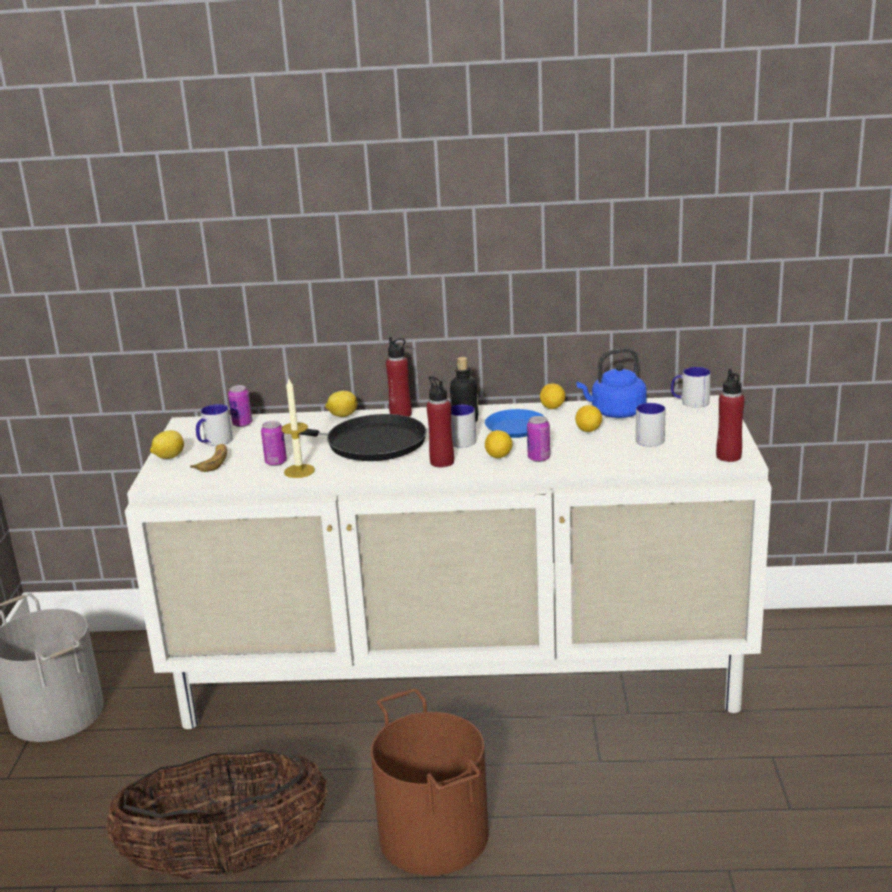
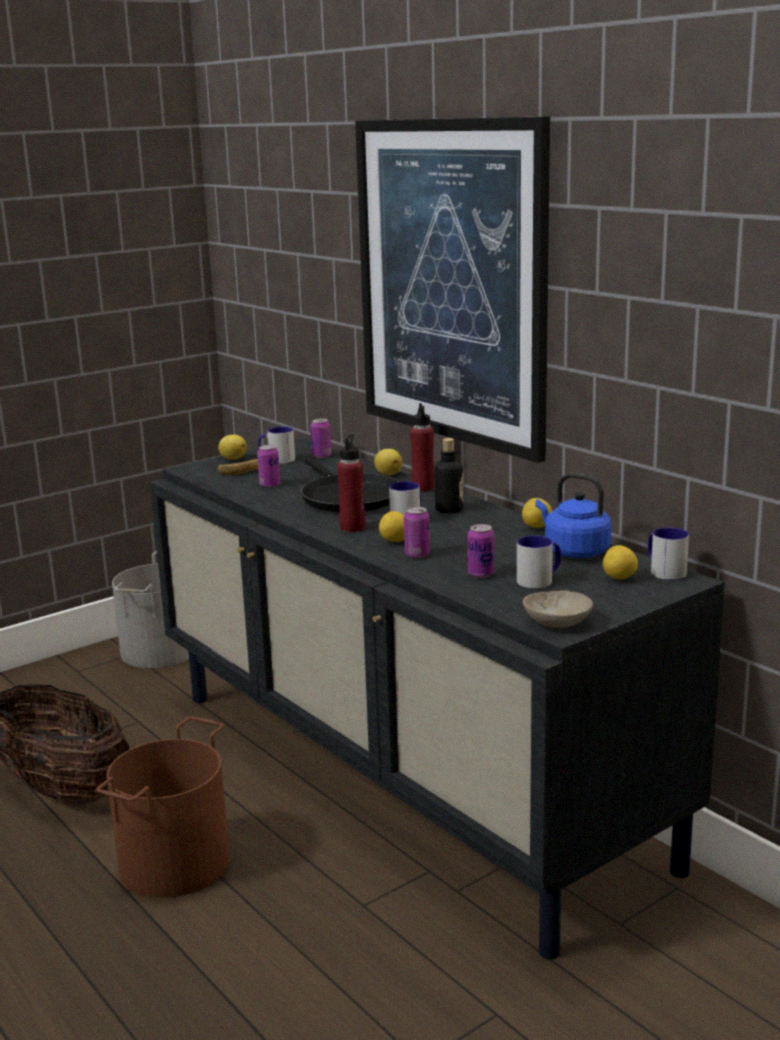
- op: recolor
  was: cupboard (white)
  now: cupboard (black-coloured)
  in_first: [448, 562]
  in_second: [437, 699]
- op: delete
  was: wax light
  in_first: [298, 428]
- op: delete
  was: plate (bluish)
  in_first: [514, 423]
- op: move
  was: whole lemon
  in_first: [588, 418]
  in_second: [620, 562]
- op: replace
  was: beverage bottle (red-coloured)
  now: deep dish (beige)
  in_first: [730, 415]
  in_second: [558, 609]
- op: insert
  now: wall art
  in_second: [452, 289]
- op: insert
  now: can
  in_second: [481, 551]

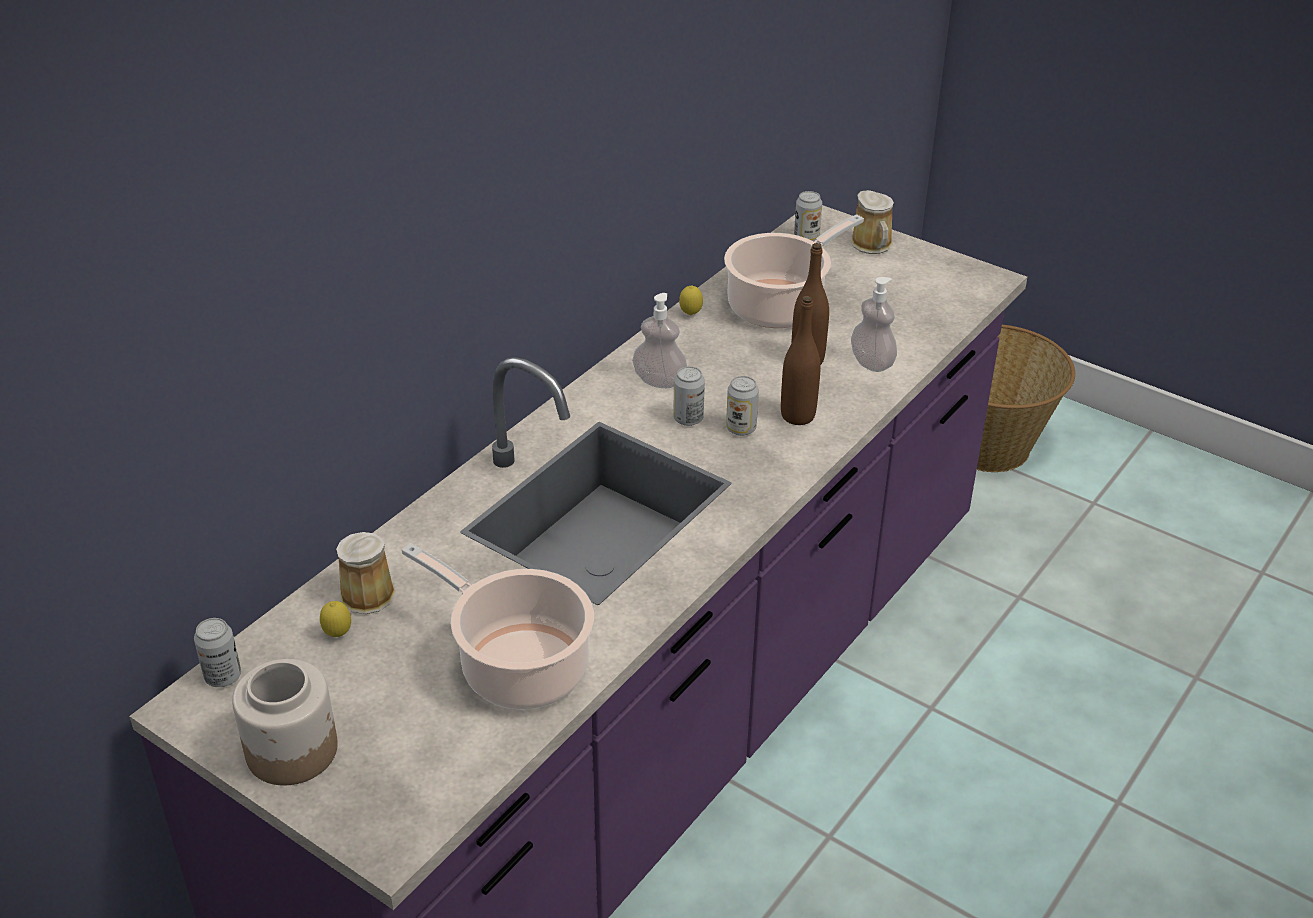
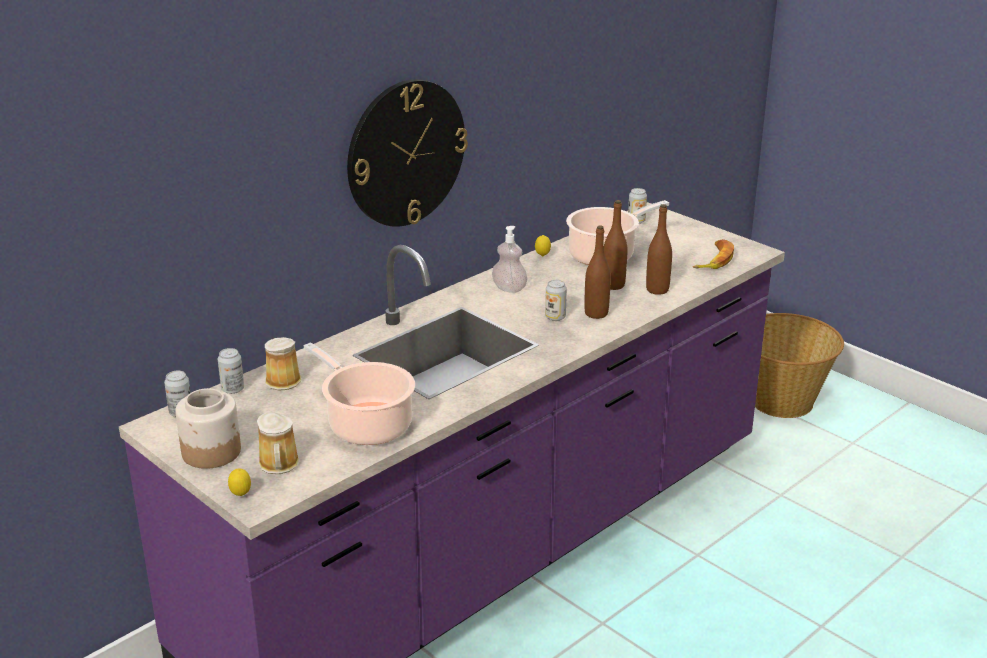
- op: move
  was: whole lemon
  in_first: [335, 619]
  in_second: [239, 482]
- op: move
  was: can
  in_first: [689, 396]
  in_second: [231, 371]
- op: move
  was: tea mug
  in_first: [872, 222]
  in_second: [278, 443]
- op: replace
  was: liquid soap bottle
  now: beverage bottle (brown)
  in_first: [874, 324]
  in_second: [659, 249]
- op: insert
  now: hanging clock
  in_second: [407, 153]
- op: insert
  now: banana
  in_second: [713, 254]

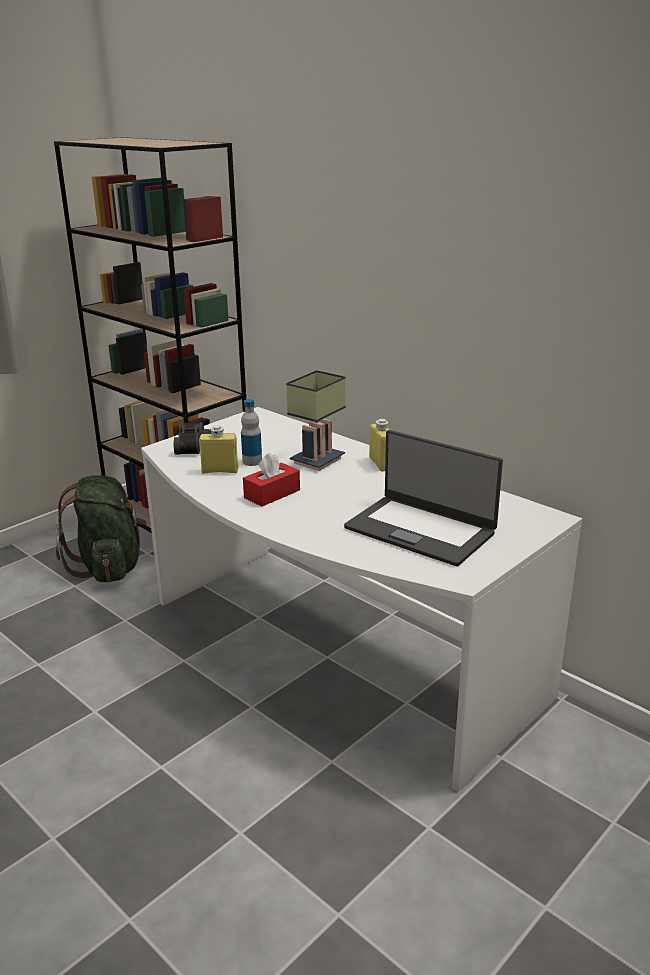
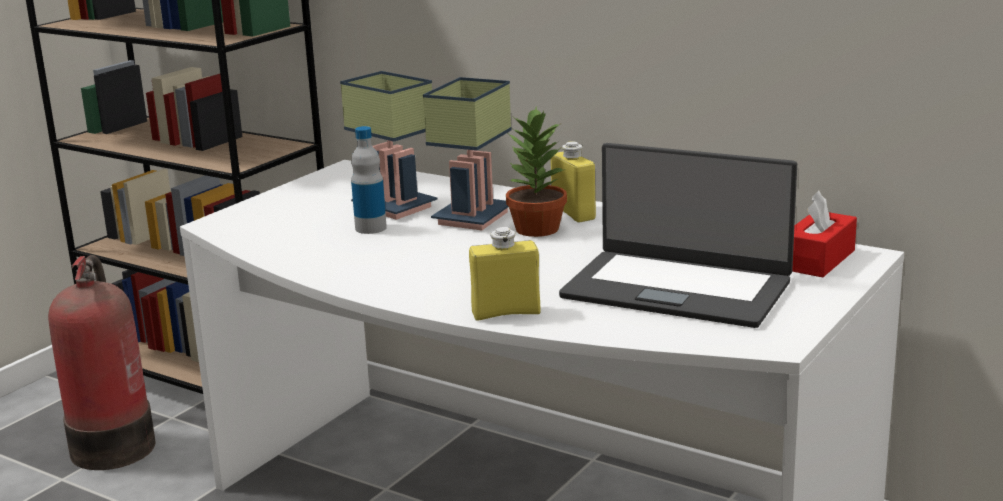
- op: replace
  was: backpack (greenish)
  now: fire extinguisher
  in_first: [101, 529]
  in_second: [101, 362]
- op: delete
  was: binoculars (black-coloured)
  in_first: [193, 438]
- op: move
  was: beverage bottle (yellow-coloured)
  in_first: [218, 449]
  in_second: [504, 274]
- op: move
  was: box of tissues (red-coloured)
  in_first: [271, 480]
  in_second: [824, 234]
- op: insert
  now: lamp for a table
  in_second: [388, 145]
- op: insert
  now: houseplant
  in_second: [536, 171]

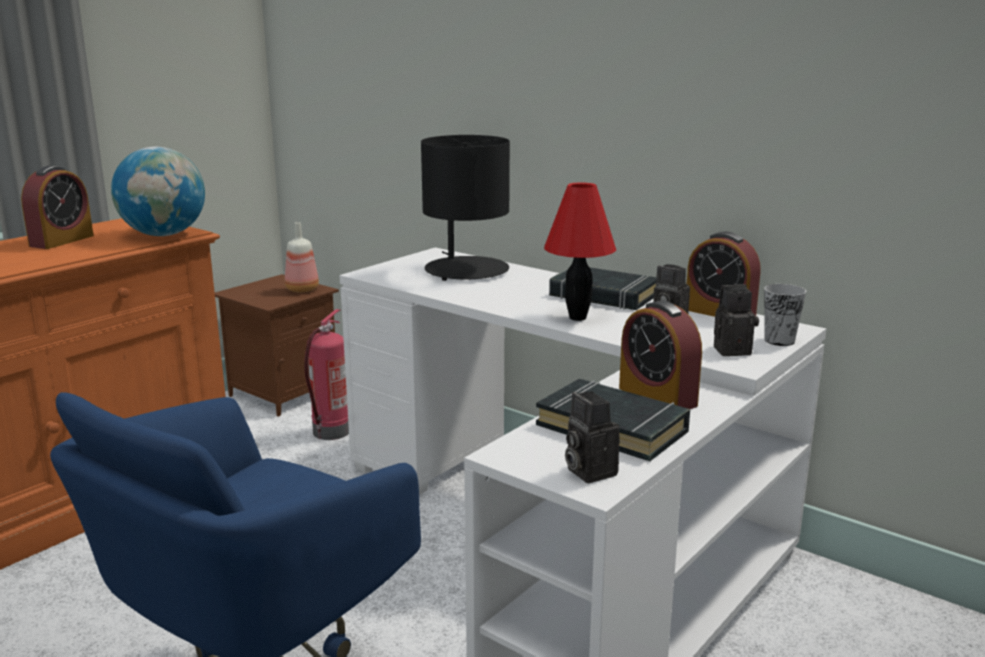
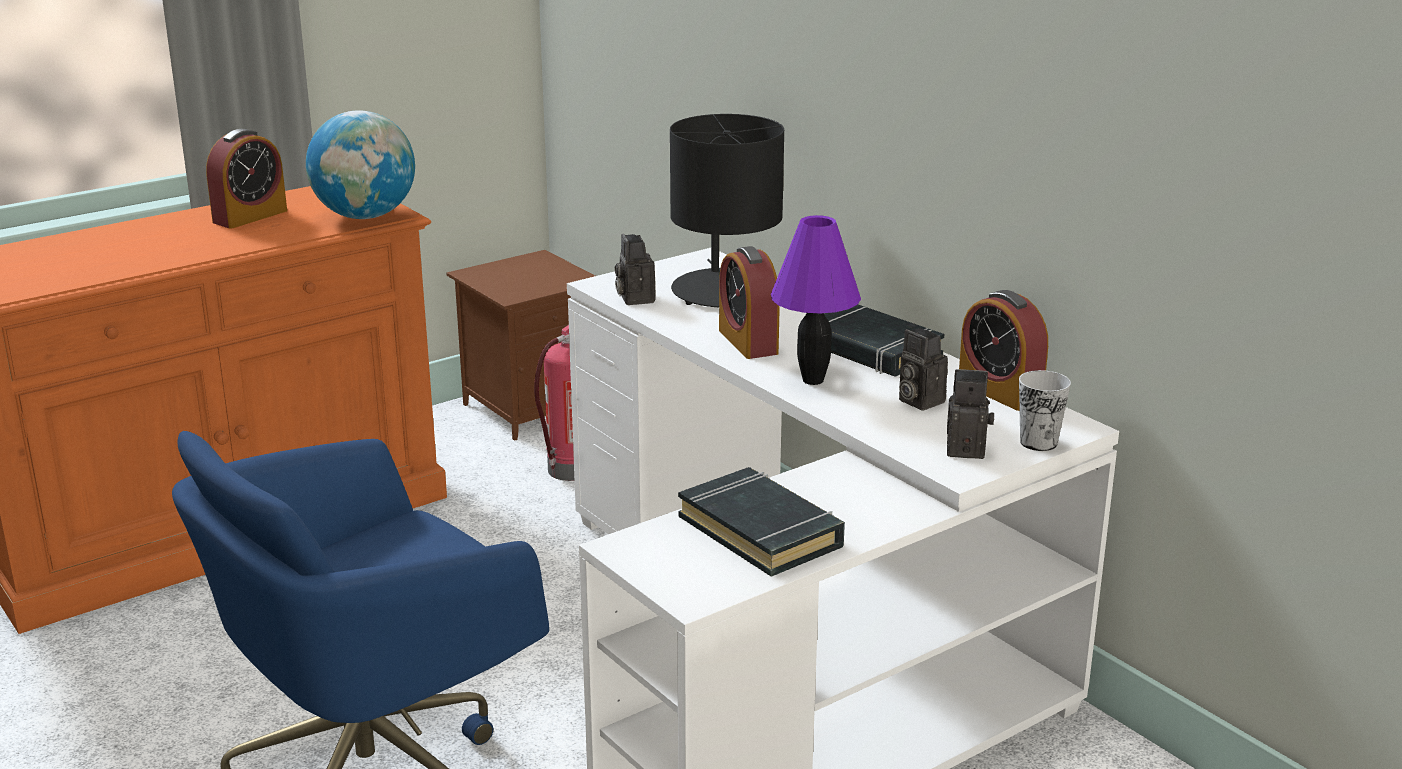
- op: delete
  was: beverage bottle
  in_first: [302, 257]
- op: recolor
  was: lamp for a table (red-coloured)
  now: lamp for a table (purple-coloured)
  in_first: [580, 251]
  in_second: [816, 300]
- op: move
  was: still camera
  in_first: [592, 437]
  in_second: [635, 269]
- op: move
  was: bedside clock
  in_first: [660, 355]
  in_second: [749, 302]

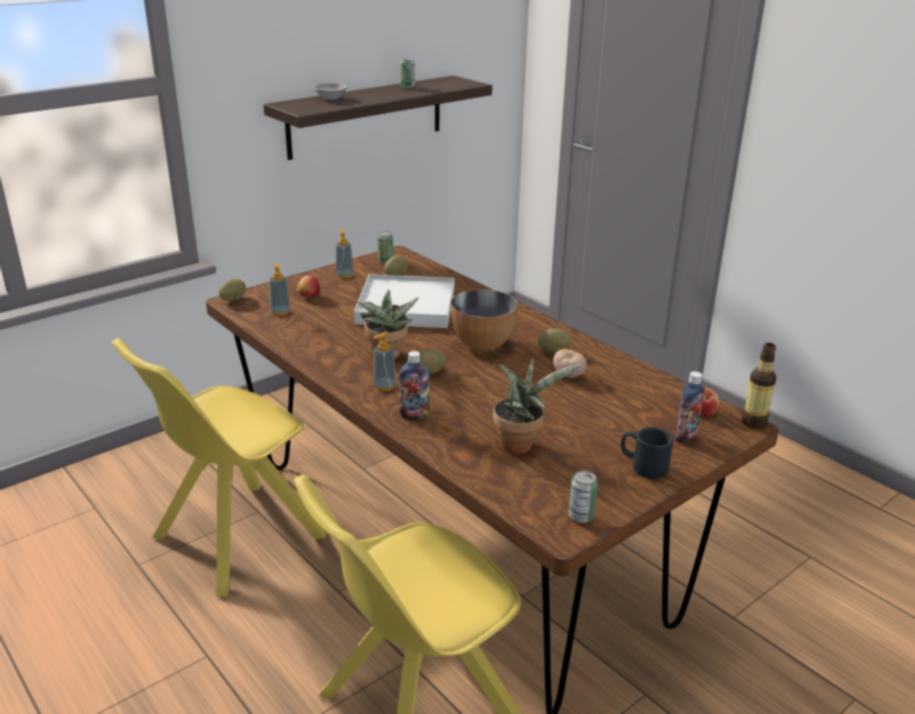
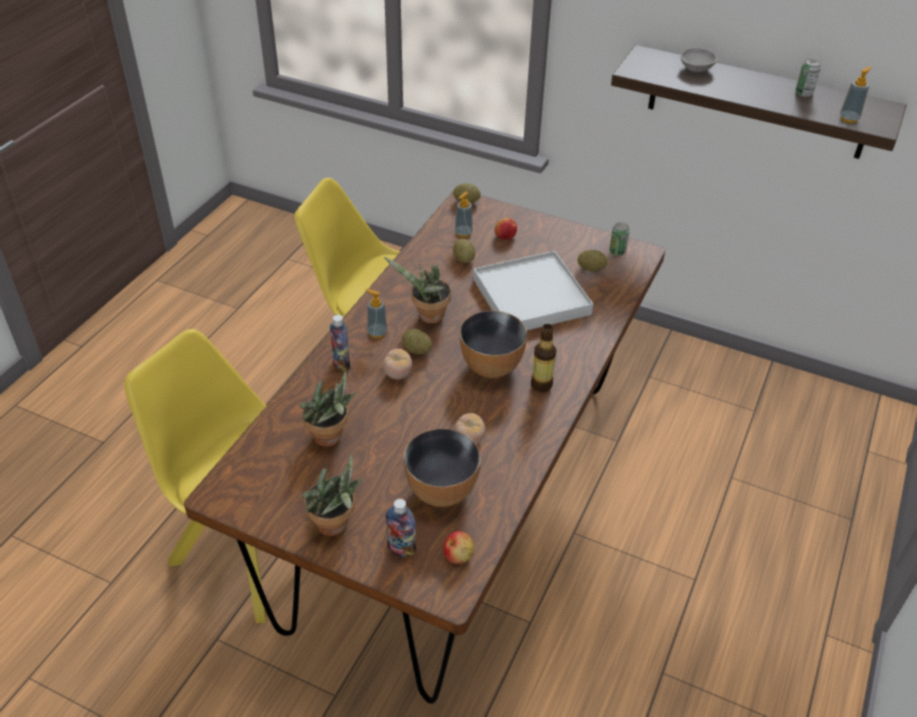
- op: move
  was: liquid soap bottle
  in_first: [345, 253]
  in_second: [856, 95]
- op: move
  was: potato
  in_first: [555, 340]
  in_second: [464, 251]
- op: delete
  was: can
  in_first: [583, 497]
- op: replace
  was: tea mug (black-coloured)
  now: houseplant
  in_first: [647, 453]
  in_second: [332, 494]
- op: move
  was: beverage bottle
  in_first: [759, 386]
  in_second: [543, 358]
- op: insert
  now: whole tomato
  in_second: [397, 364]
- op: insert
  now: deep dish
  in_second: [442, 467]

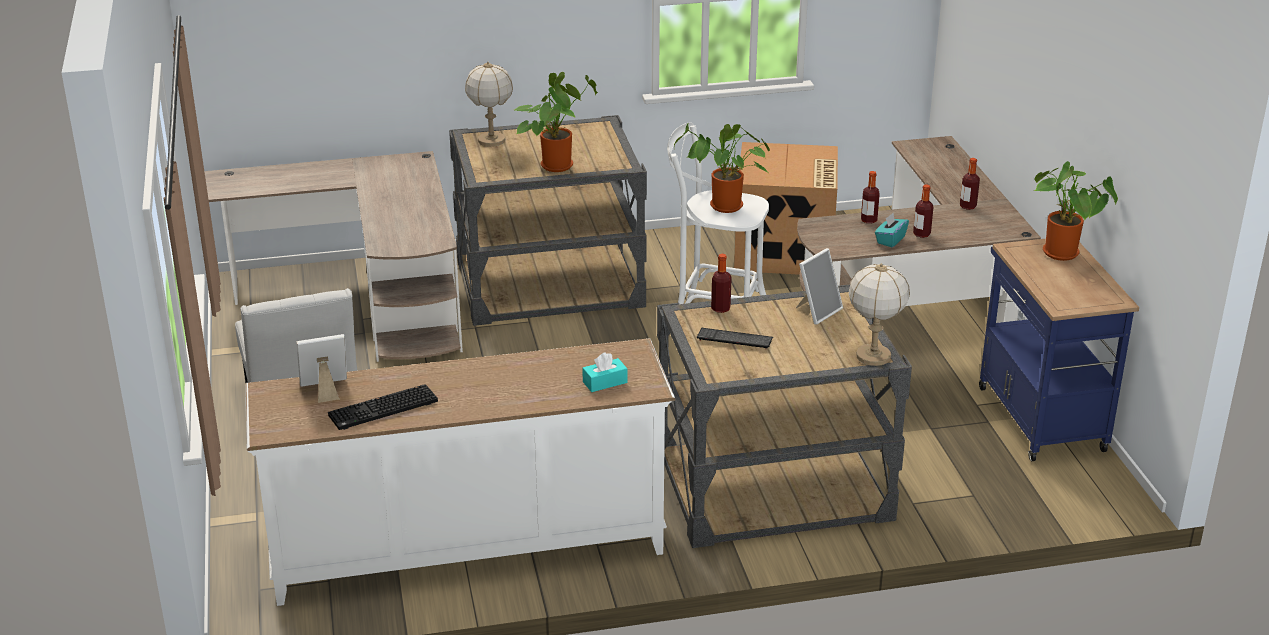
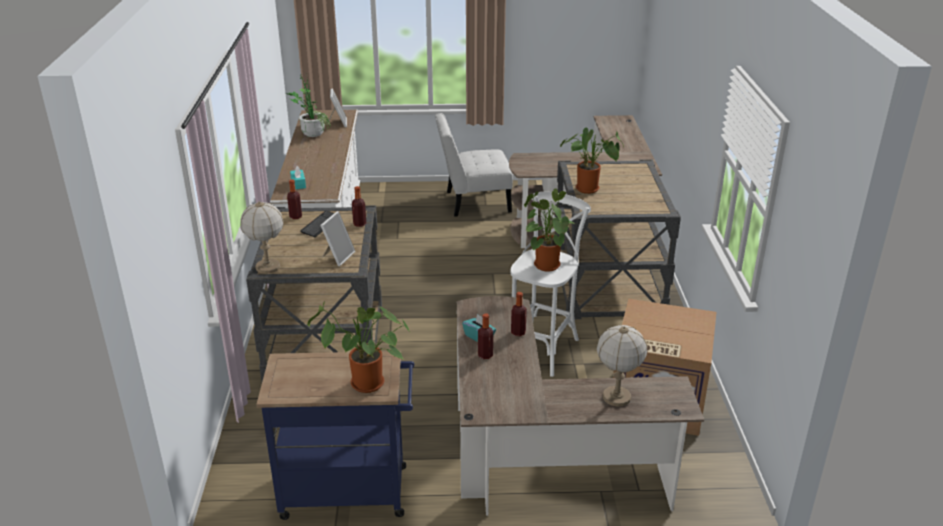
- op: replace
  was: keyboard
  now: houseplant
  in_first: [383, 407]
  in_second: [308, 105]
- op: move
  was: lamp for a table
  in_first: [489, 104]
  in_second: [622, 366]
- op: rotate
  was: standing frame
  in_first: [819, 286]
  in_second: [338, 238]
  clockwise: -120
- op: move
  was: beverage bottle
  in_first: [970, 184]
  in_second: [294, 199]

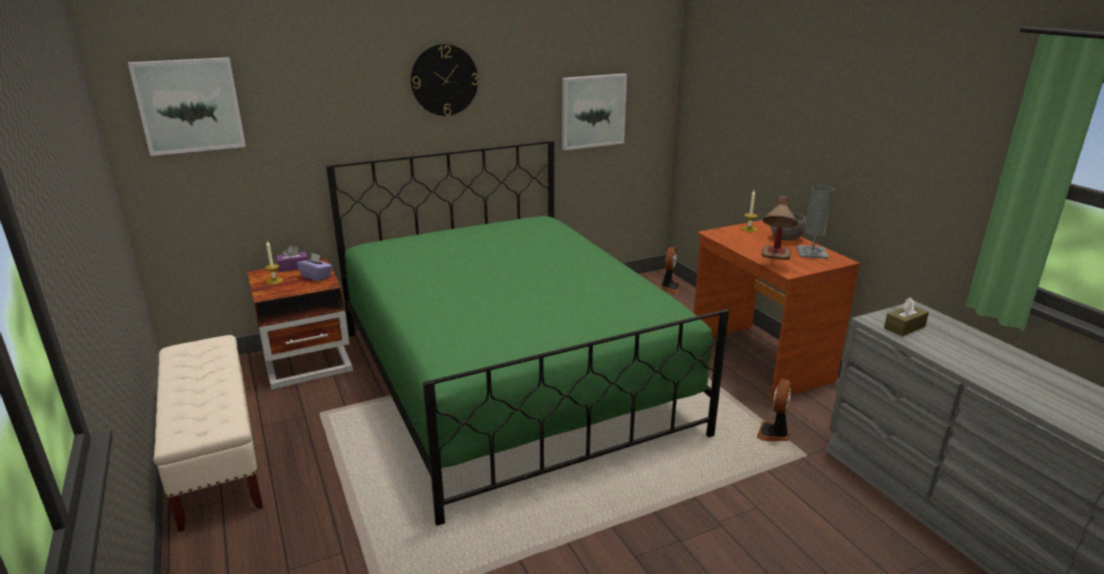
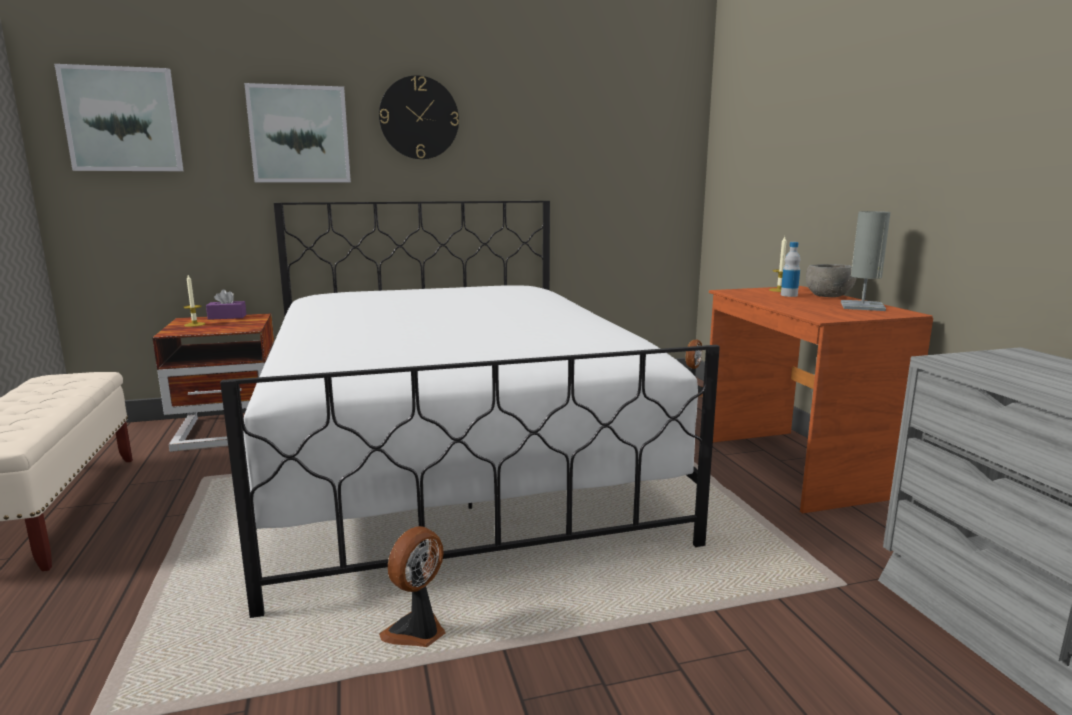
- op: delete
  was: box of tissues (purple-coloured)
  in_first: [314, 267]
- op: recolor
  was: bedroom bed (greenish)
  now: bedroom bed (white)
  in_first: [527, 333]
  in_second: [470, 409]
- op: move
  was: wall art
  in_first: [594, 112]
  in_second: [297, 132]
- op: move
  was: cooling fan
  in_first: [774, 410]
  in_second: [412, 586]
- op: delete
  was: lamp for a table
  in_first: [780, 228]
- op: delete
  was: box of tissues (brown)
  in_first: [906, 316]
- op: insert
  now: beverage bottle
  in_second: [790, 269]

